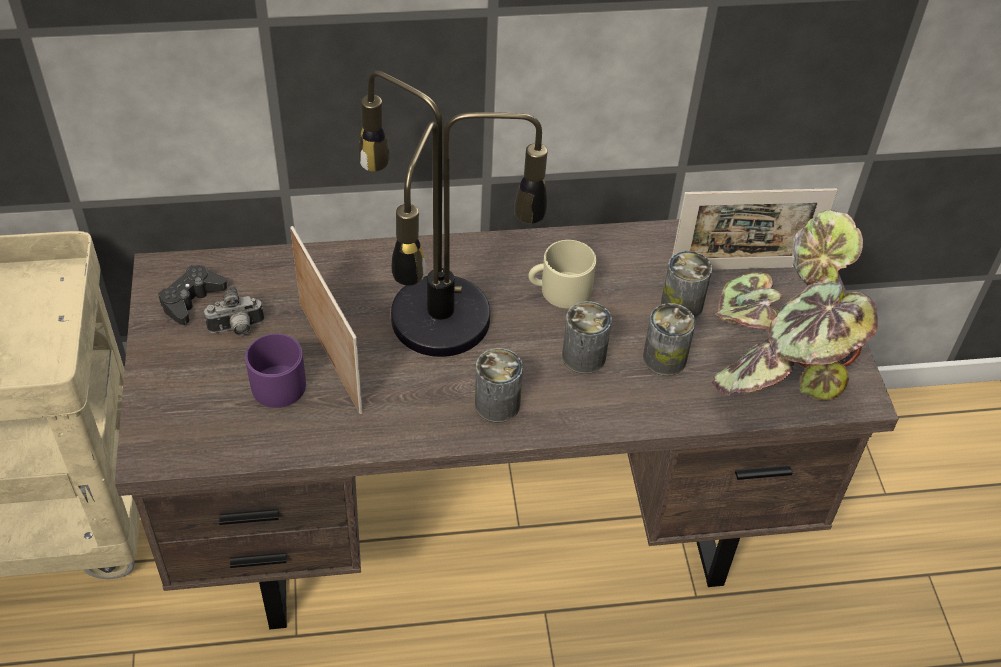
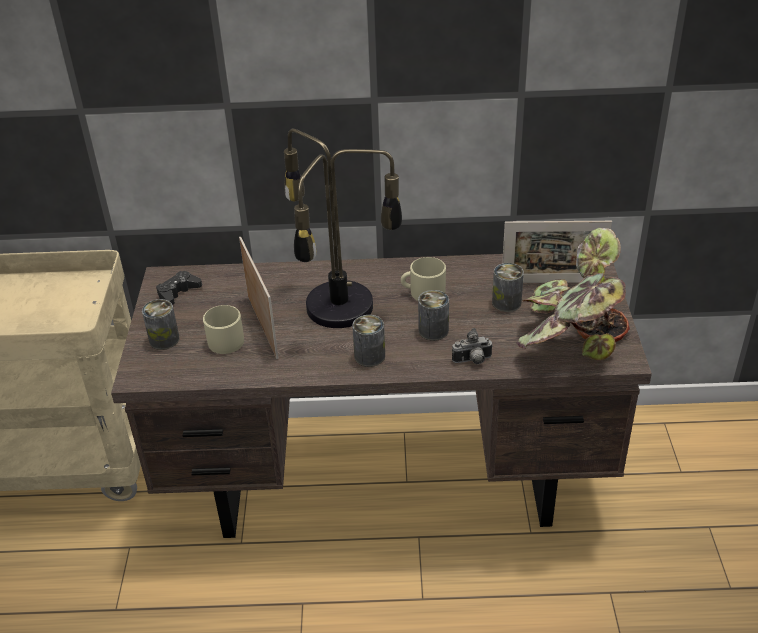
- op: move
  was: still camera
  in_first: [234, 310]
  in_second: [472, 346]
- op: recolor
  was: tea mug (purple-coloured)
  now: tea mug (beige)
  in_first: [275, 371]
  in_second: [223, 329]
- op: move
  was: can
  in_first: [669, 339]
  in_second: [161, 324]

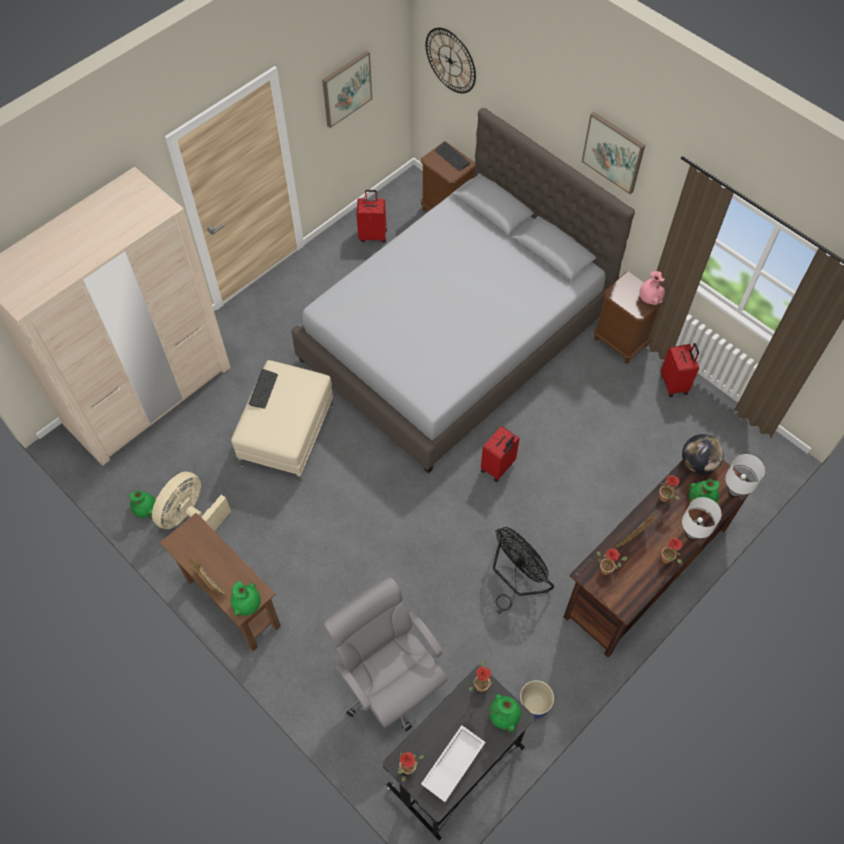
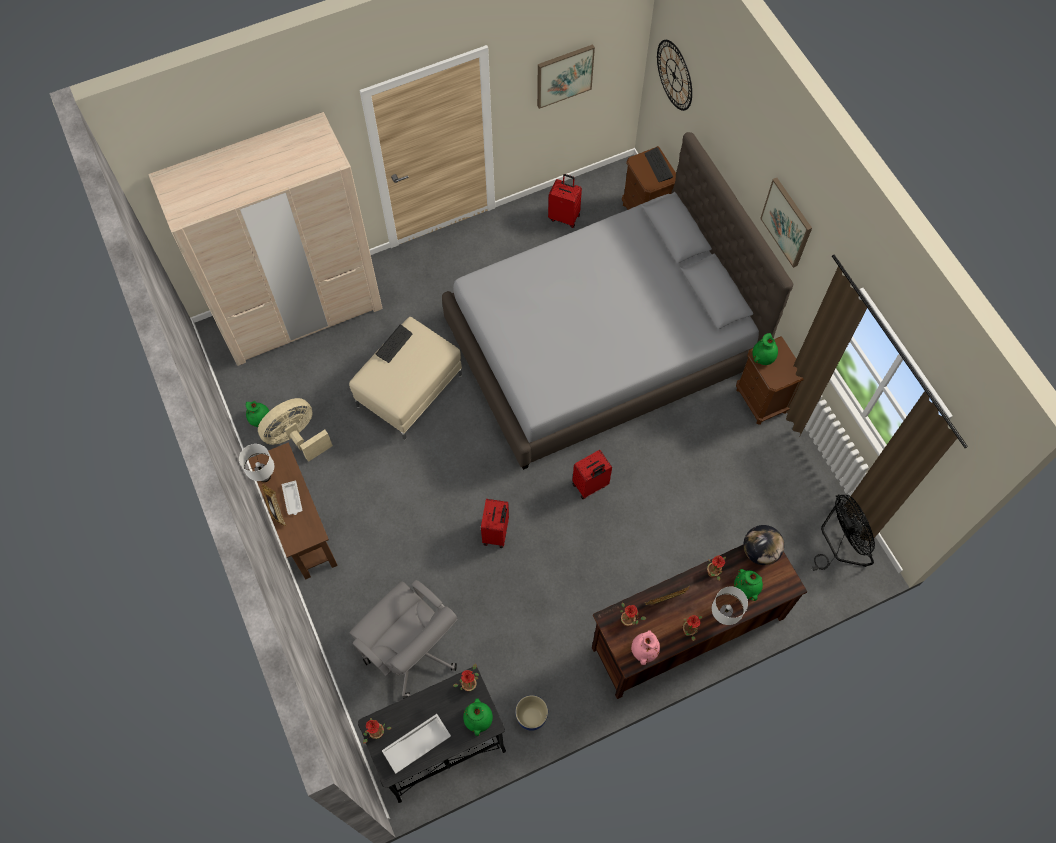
- op: move
  was: vase (greenish)
  in_first: [246, 598]
  in_second: [765, 349]
- op: rotate
  was: office chair (greyish)
  in_first: [386, 654]
  in_second: [403, 639]
  clockwise: 150
- op: move
  was: cooling fan (black-coloured)
  in_first: [523, 570]
  in_second: [843, 532]
- op: move
  was: vase (pinkish)
  in_first: [652, 288]
  in_second: [645, 647]
- op: move
  was: suitcase (red-coloured)
  in_first: [680, 370]
  in_second: [495, 523]
- op: move
  was: lamp for a table (white)
  in_first: [745, 476]
  in_second: [256, 463]
- op: insert
  now: carrying tray (white)
  in_second: [292, 498]

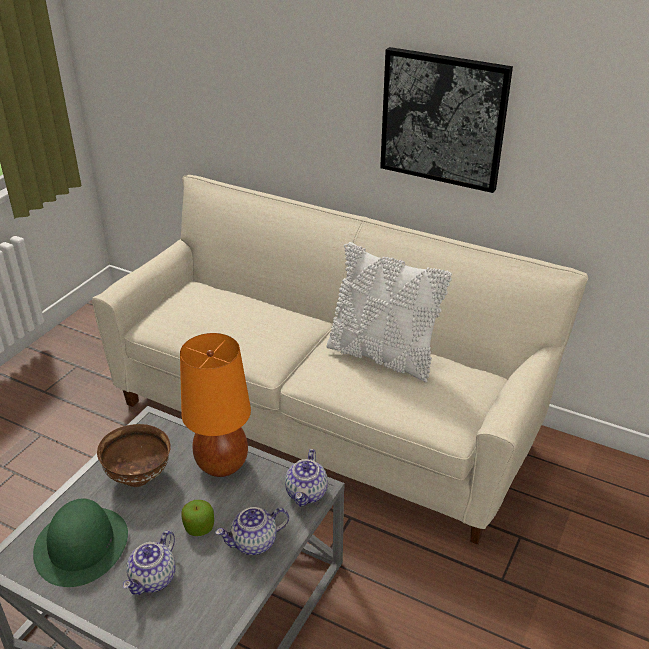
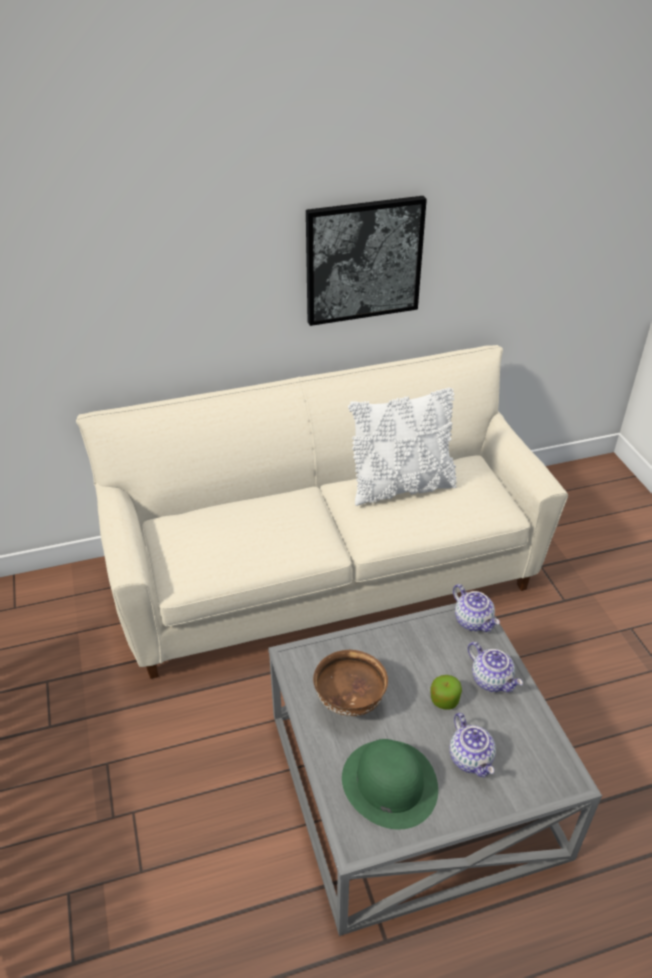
- op: delete
  was: lamp for a table (orangey)
  in_first: [215, 405]
- op: rotate
  was: pot for tea
  in_first: [252, 531]
  in_second: [495, 667]
  clockwise: -60

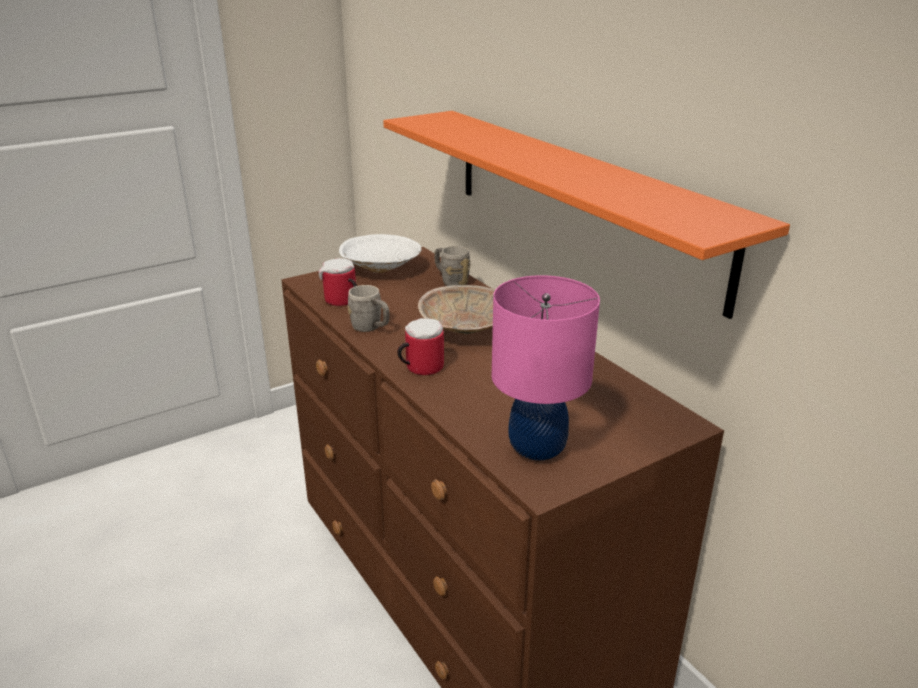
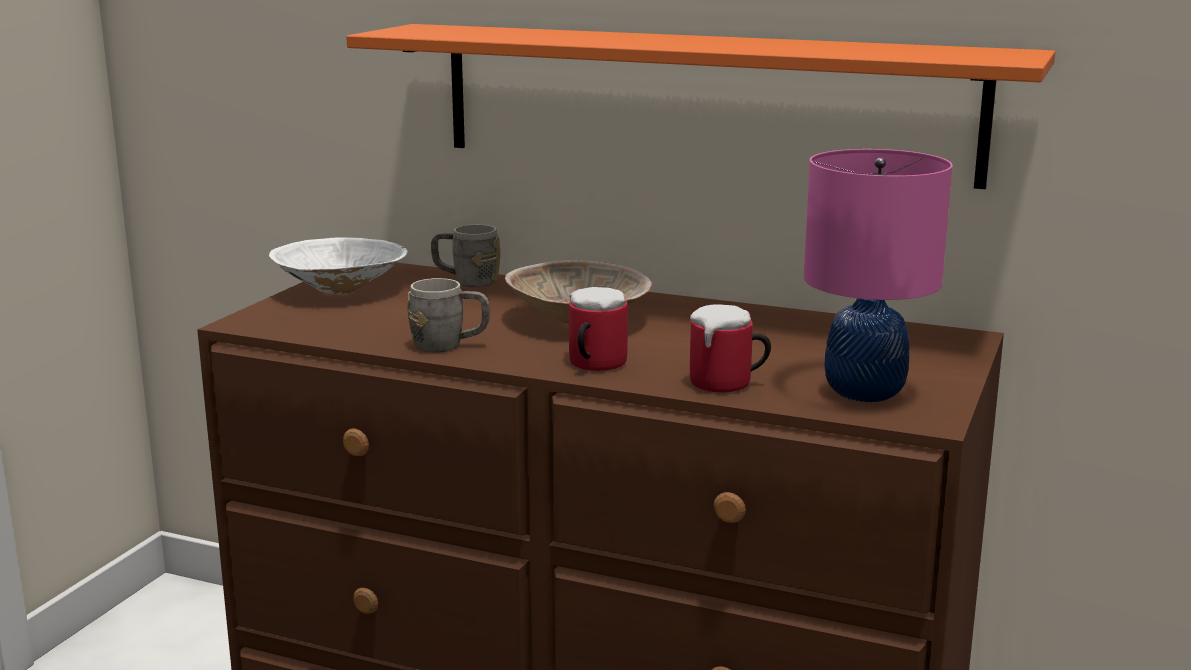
- op: move
  was: tea mug
  in_first: [337, 282]
  in_second: [730, 348]

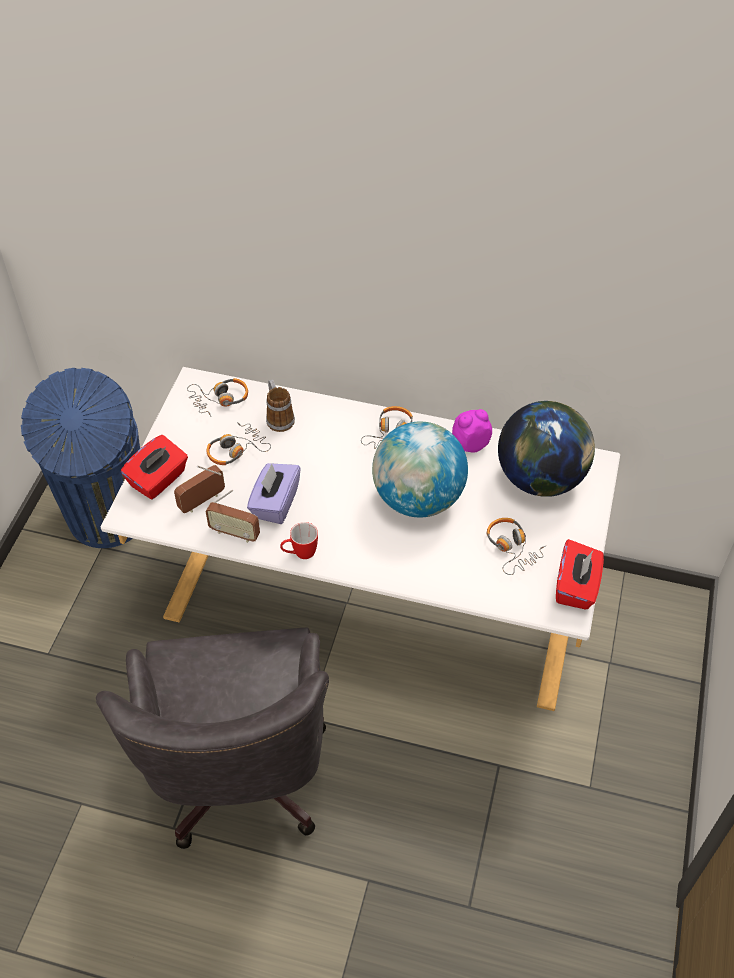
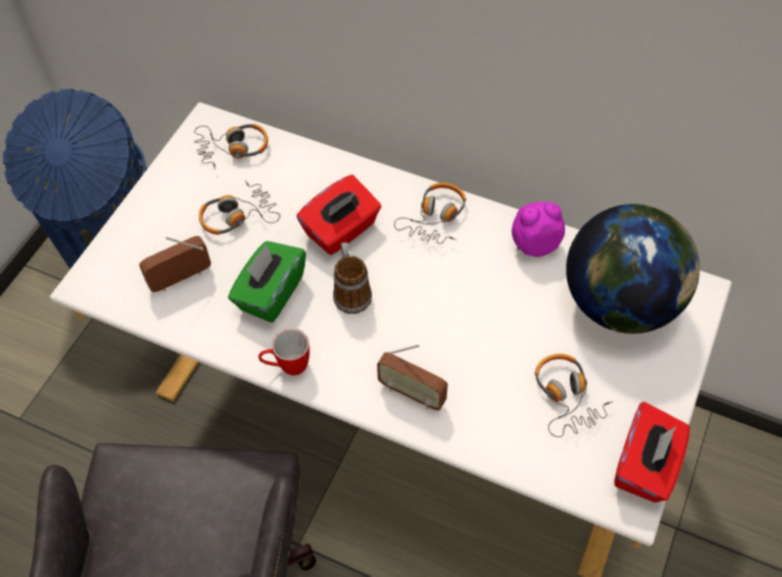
- op: move
  was: box of tissues (red-coloured)
  in_first: [154, 467]
  in_second: [339, 215]
- op: move
  was: radio set
  in_first: [232, 516]
  in_second: [412, 378]
- op: recolor
  was: box of tissues (purple-coloured)
  now: box of tissues (greenish)
  in_first: [274, 493]
  in_second: [267, 282]
- op: move
  was: tea mug
  in_first: [280, 405]
  in_second: [352, 278]
- op: delete
  was: world globe
  in_first: [420, 469]

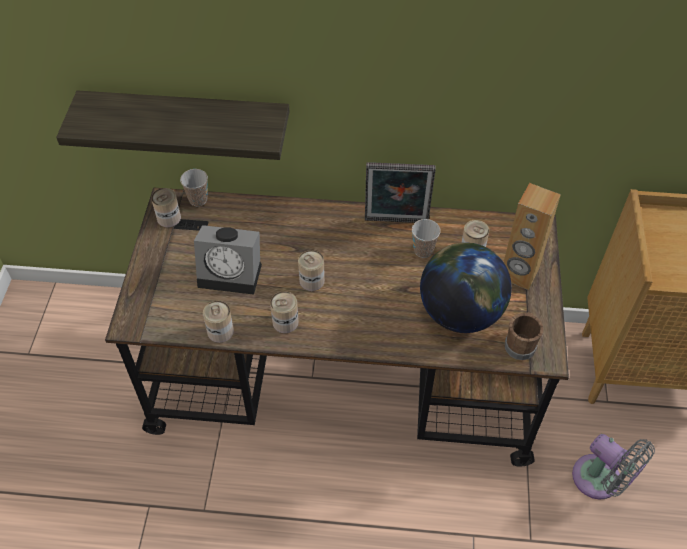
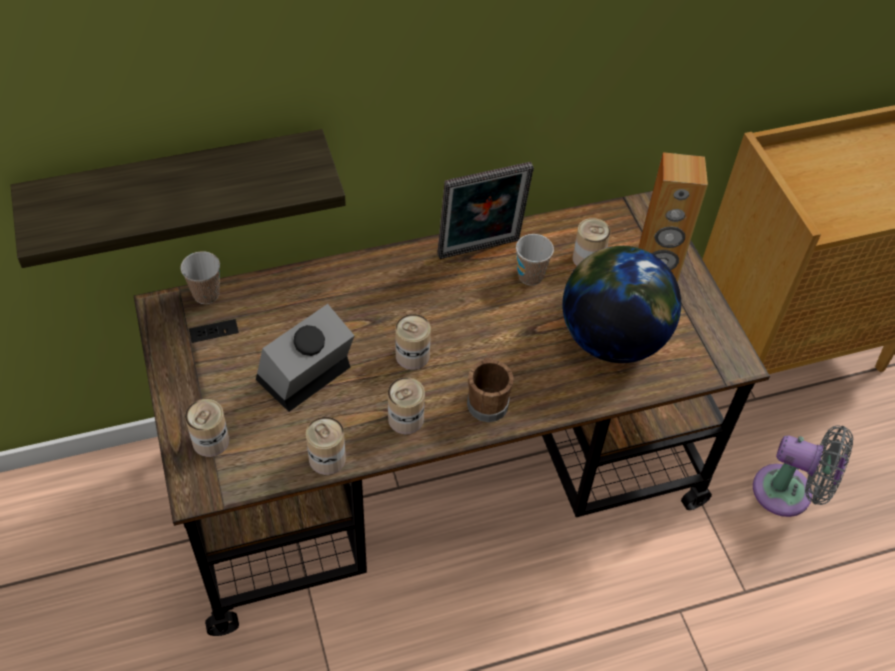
- op: move
  was: can
  in_first: [166, 207]
  in_second: [207, 428]
- op: rotate
  was: bedside clock
  in_first: [228, 260]
  in_second: [305, 358]
  clockwise: 150
- op: move
  was: tea mug (brown)
  in_first: [523, 336]
  in_second: [490, 390]

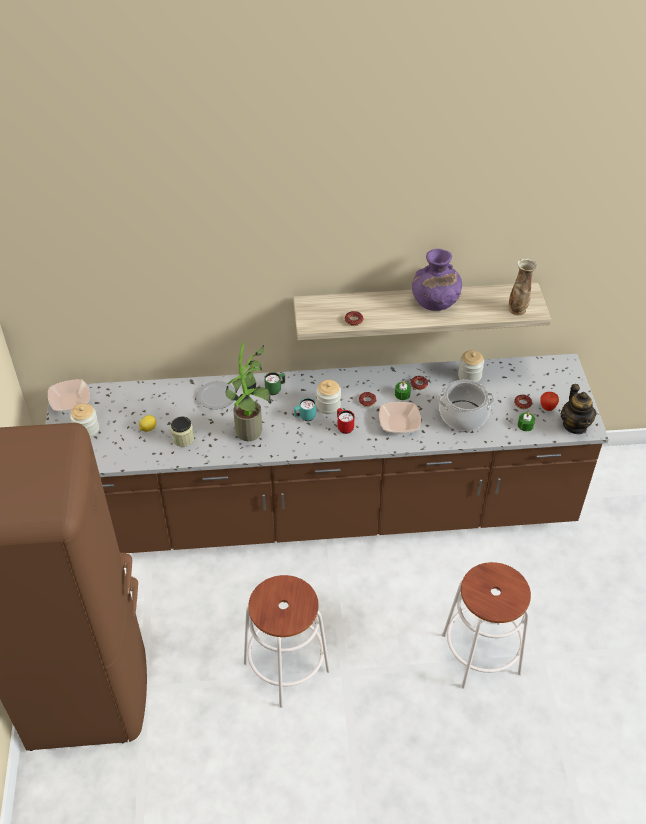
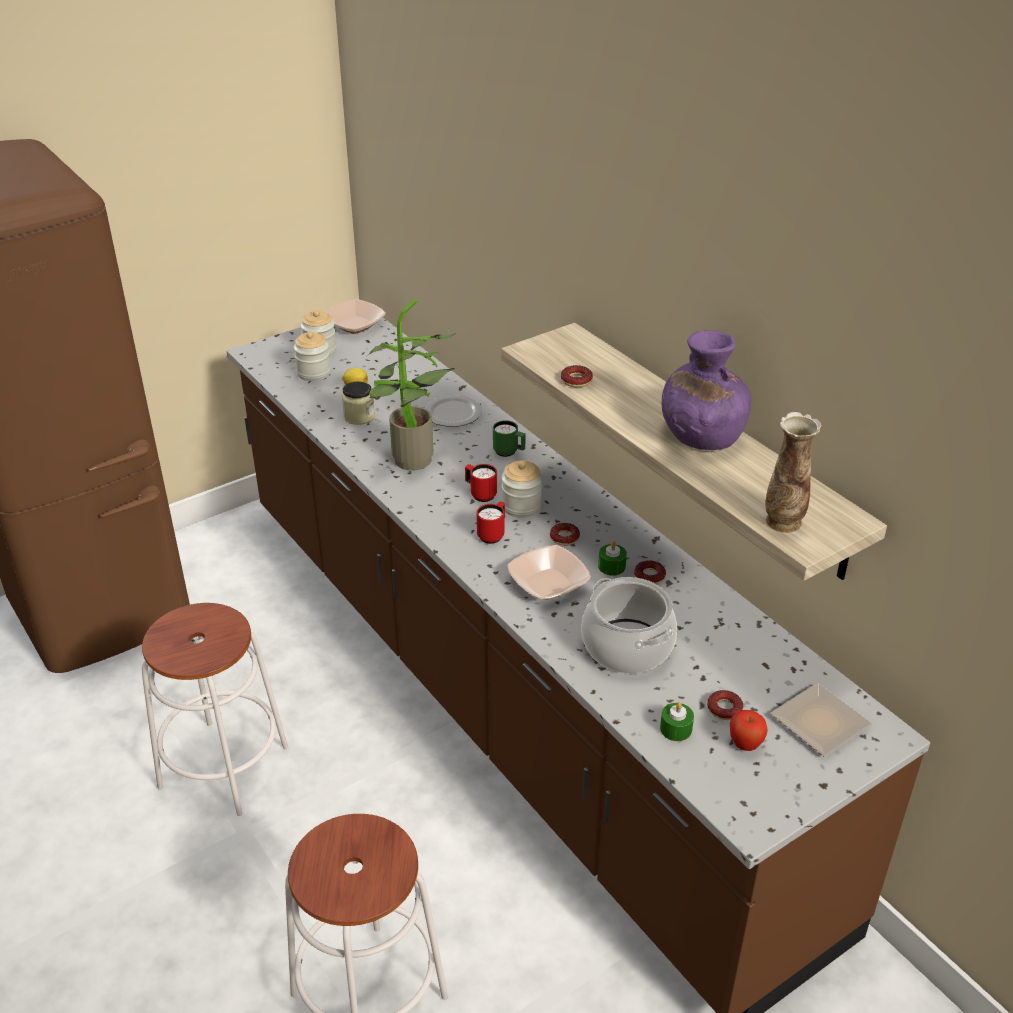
- op: recolor
  was: tea mug (turquoise-coloured)
  now: tea mug (red-coloured)
  in_first: [305, 409]
  in_second: [481, 483]
- op: move
  was: preserve jar
  in_first: [471, 366]
  in_second: [312, 356]
- op: delete
  was: pot for tea
  in_first: [578, 409]
- op: insert
  now: plate
  in_second: [821, 719]

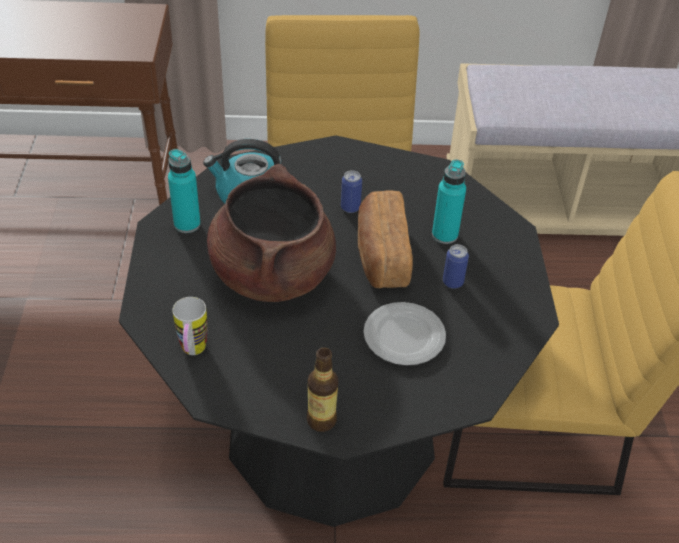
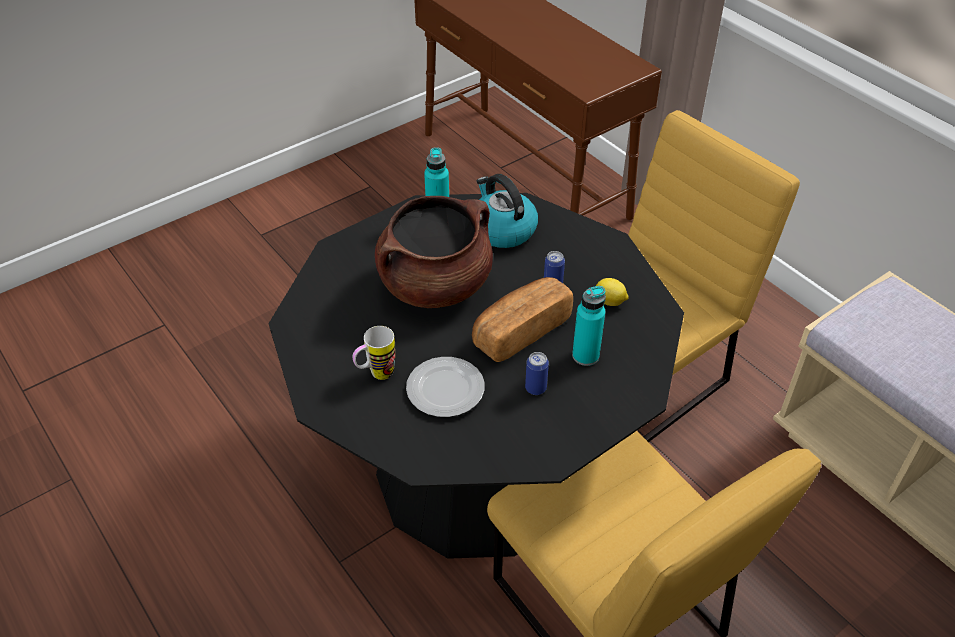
- op: move
  was: tea mug
  in_first: [189, 326]
  in_second: [374, 353]
- op: delete
  was: beverage bottle
  in_first: [322, 389]
- op: insert
  now: whole lemon
  in_second: [612, 292]

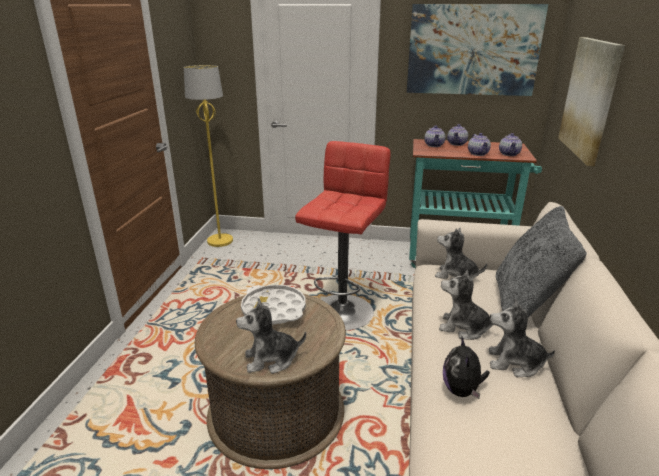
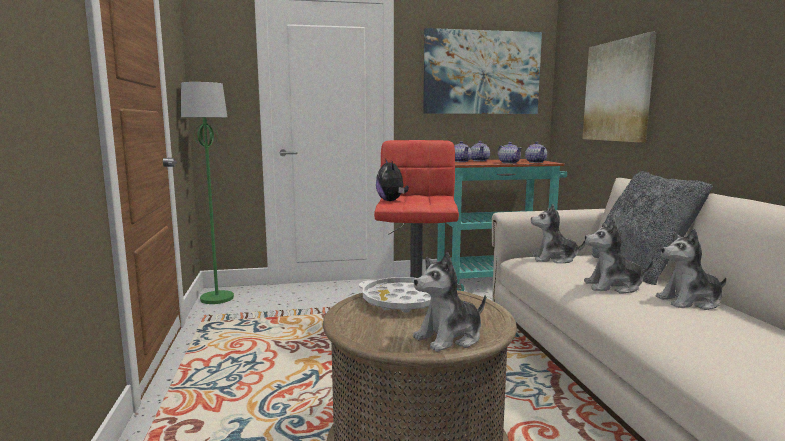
- op: recolor
  was: floor lamp (yellow-coloured)
  now: floor lamp (greenish)
  in_first: [208, 156]
  in_second: [207, 193]
- op: move
  was: plush toy
  in_first: [466, 367]
  in_second: [392, 180]

